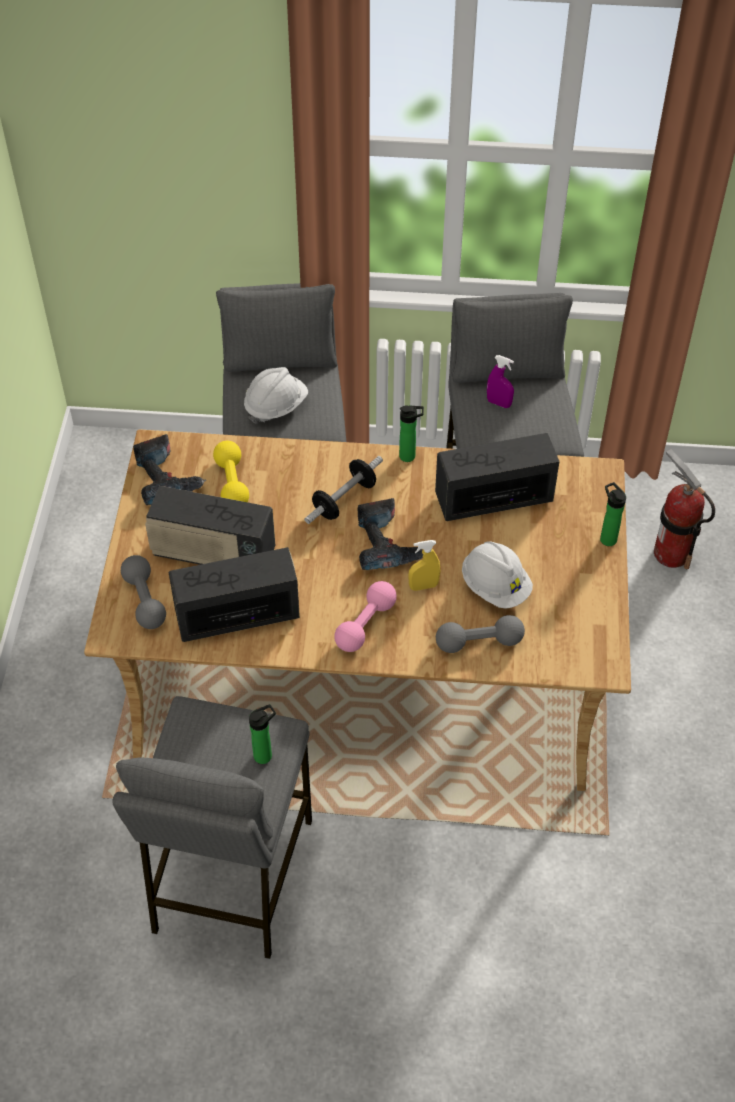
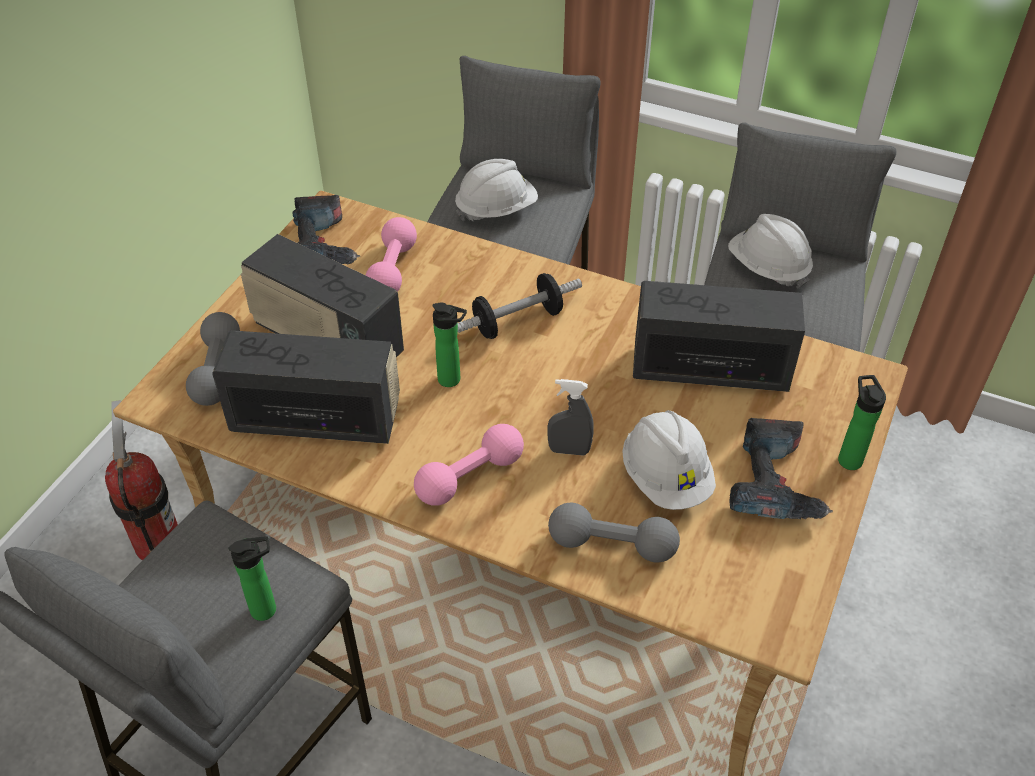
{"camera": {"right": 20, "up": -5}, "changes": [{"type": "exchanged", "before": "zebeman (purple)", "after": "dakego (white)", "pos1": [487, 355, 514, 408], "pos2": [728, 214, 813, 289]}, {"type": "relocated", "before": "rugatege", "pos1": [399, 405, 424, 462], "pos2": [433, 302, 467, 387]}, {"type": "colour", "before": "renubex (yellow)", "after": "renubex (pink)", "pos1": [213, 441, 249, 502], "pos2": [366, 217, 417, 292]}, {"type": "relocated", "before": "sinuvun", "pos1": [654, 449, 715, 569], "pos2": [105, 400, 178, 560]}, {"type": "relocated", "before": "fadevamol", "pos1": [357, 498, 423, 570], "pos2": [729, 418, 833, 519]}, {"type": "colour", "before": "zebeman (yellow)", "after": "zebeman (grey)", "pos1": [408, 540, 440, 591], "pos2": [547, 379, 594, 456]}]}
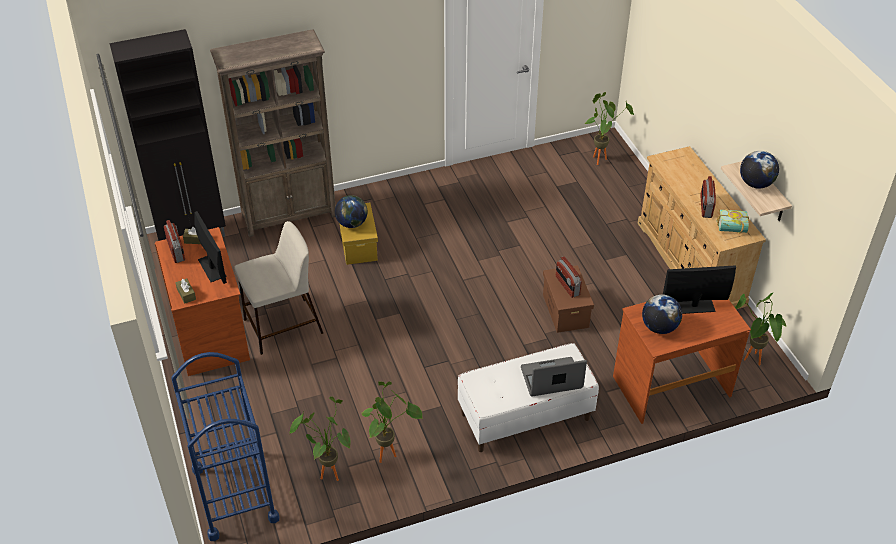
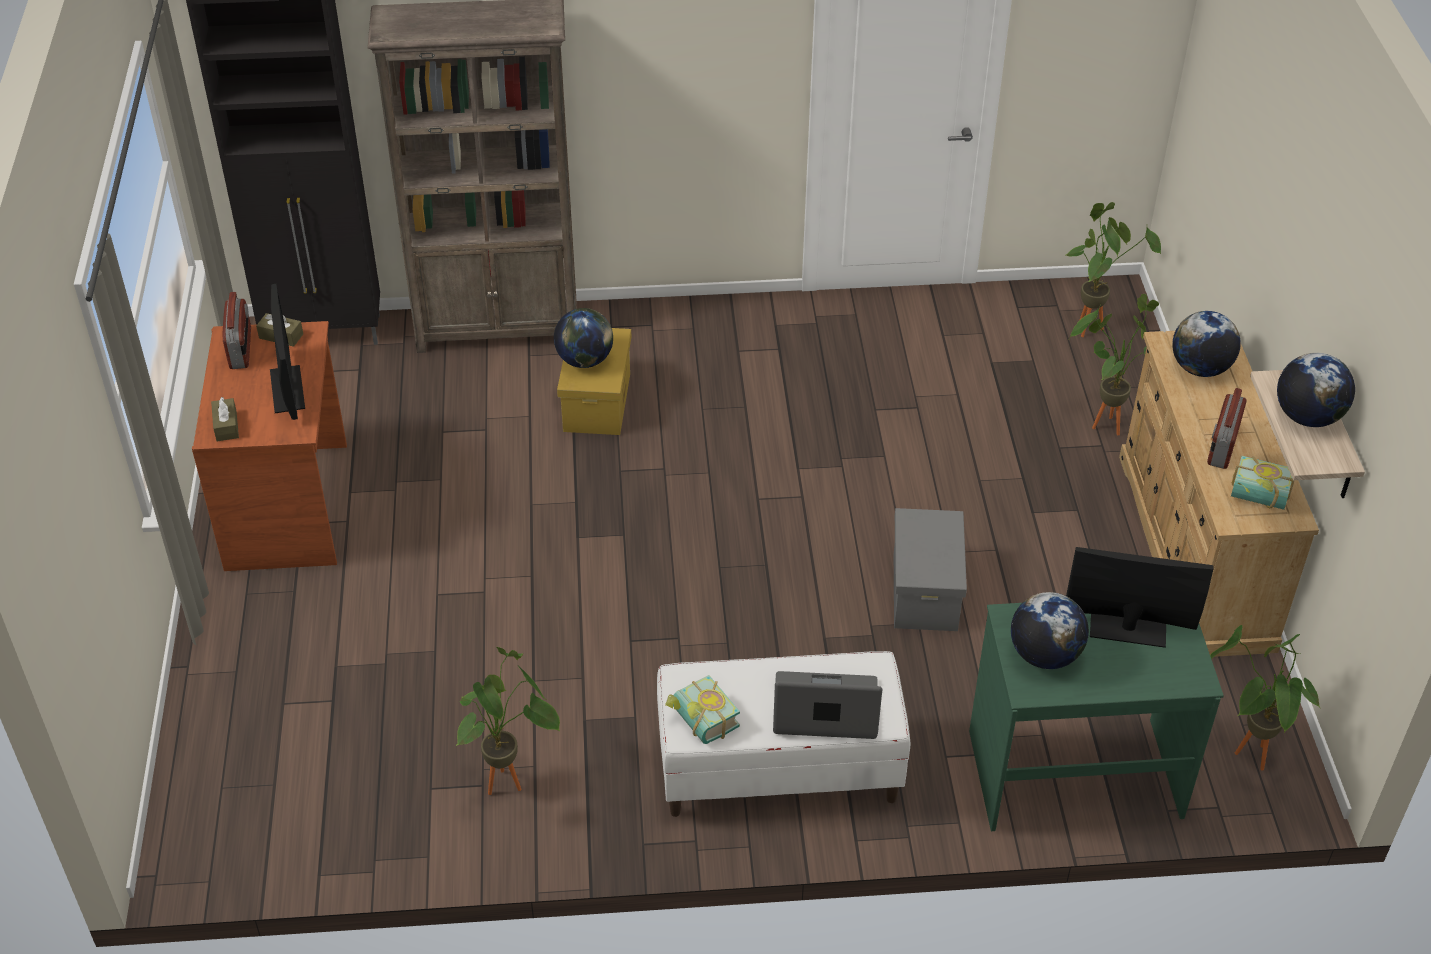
{"camera": {"right": 15, "up": 0}, "changes": [{"type": "missing", "before": "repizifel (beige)", "pos1": [235, 221, 323, 355]}, {"type": "missing", "before": "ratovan", "pos1": [556, 257, 582, 298]}, {"type": "colour", "before": "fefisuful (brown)", "after": "fefisuful (grey)", "pos1": [543, 265, 594, 333], "pos2": [894, 508, 967, 631]}, {"type": "colour", "before": "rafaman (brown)", "after": "rafaman (green)", "pos1": [613, 299, 751, 424], "pos2": [969, 603, 1224, 831]}, {"type": "missing", "before": "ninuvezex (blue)", "pos1": [171, 352, 280, 541]}, {"type": "relocated", "before": "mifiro", "pos1": [289, 397, 351, 481], "pos2": [1069, 294, 1159, 435]}, {"type": "appeared", "after": "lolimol", "pos2": [1172, 311, 1241, 377]}, {"type": "appeared", "after": "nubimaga", "pos2": [665, 675, 740, 744]}]}
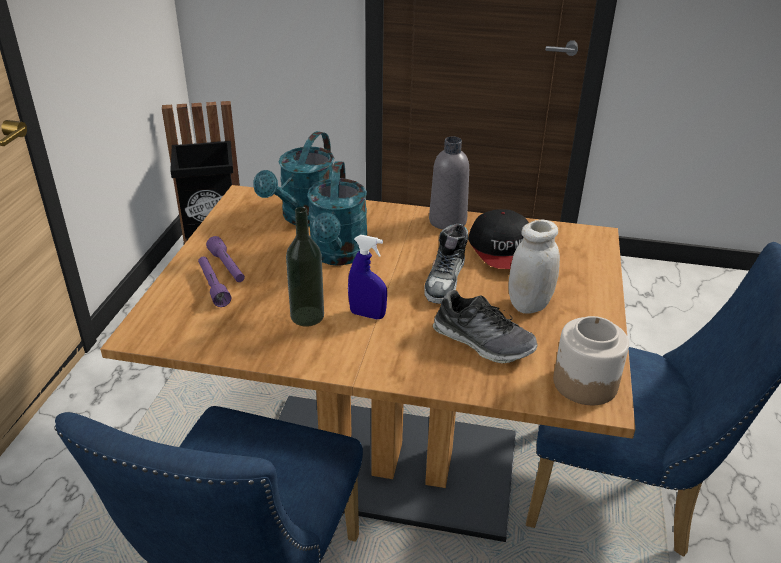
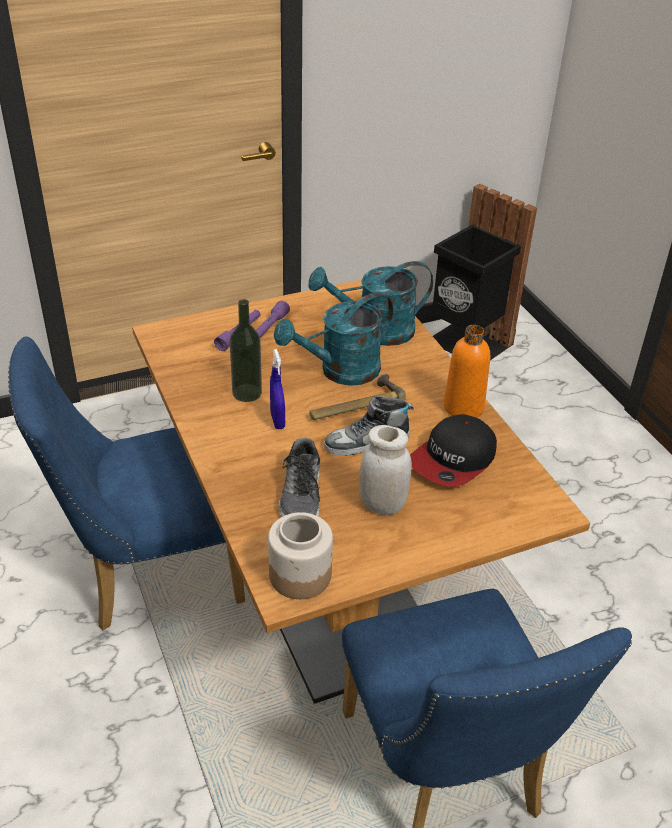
{"camera": {"right": 55, "up": 5}, "changes": [{"type": "colour", "before": "rugatege (grey)", "after": "rugatege (orange)", "pos1": [429, 137, 469, 230], "pos2": [444, 325, 490, 418]}, {"type": "appeared", "after": "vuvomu", "pos2": [309, 373, 406, 420]}]}
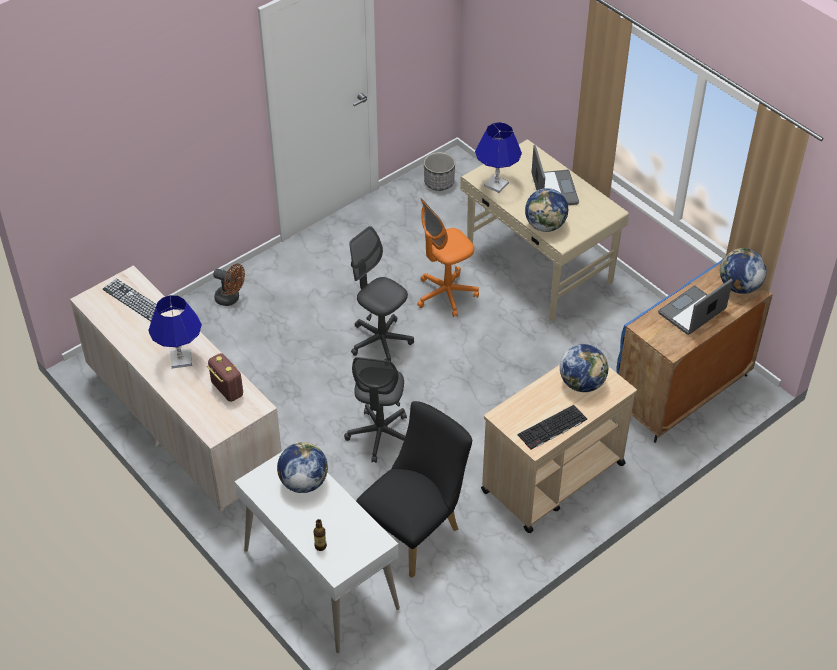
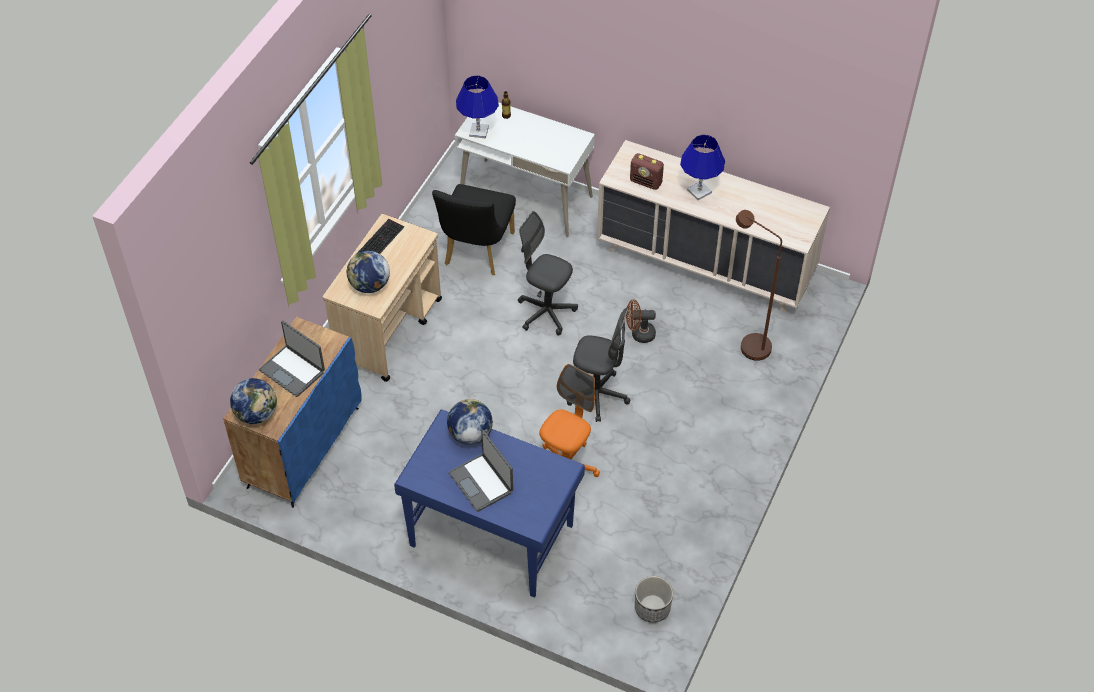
{"camera": {"right": 155, "up": 5}, "changes": [{"type": "relocated", "before": "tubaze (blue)", "pos1": [475, 122, 522, 193], "pos2": [456, 75, 499, 138]}, {"type": "colour", "before": "rafaman (beige)", "after": "rafaman (blue)", "pos1": [460, 139, 629, 322], "pos2": [394, 409, 585, 598]}, {"type": "relocated", "before": "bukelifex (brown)", "pos1": [213, 264, 245, 306], "pos2": [626, 299, 656, 343]}, {"type": "missing", "before": "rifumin", "pos1": [103, 278, 162, 321]}, {"type": "spun", "before": "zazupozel", "pos1": [658, 279, 733, 335], "pos2": [259, 320, 325, 397], "turn": 105}, {"type": "spun", "before": "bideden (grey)", "pos1": [344, 357, 407, 463], "pos2": [518, 211, 578, 335], "turn": -45}, {"type": "missing", "before": "lolimol", "pos1": [277, 442, 328, 493]}, {"type": "appeared", "after": "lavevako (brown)", "pos2": [736, 210, 782, 361]}]}
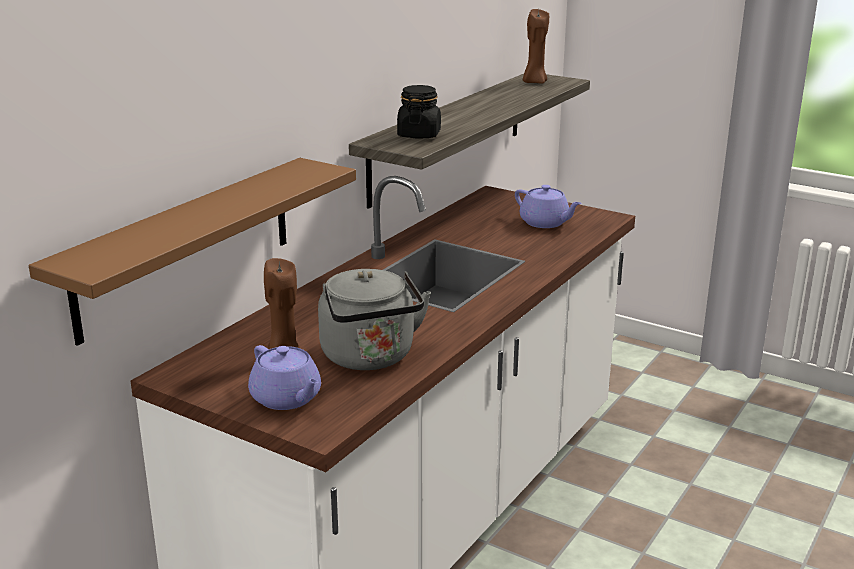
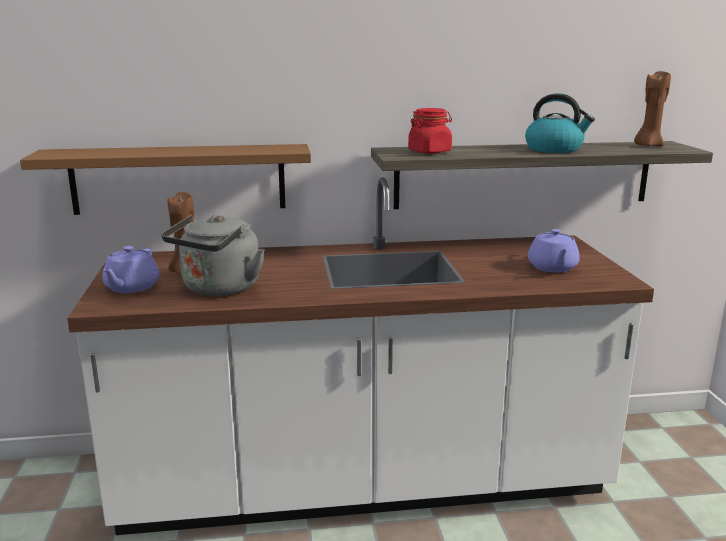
{"camera": {"right": 50, "up": -5}, "changes": [{"type": "colour", "before": "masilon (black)", "after": "masilon (red)", "pos1": [397, 85, 441, 139], "pos2": [408, 108, 452, 154]}, {"type": "appeared", "after": "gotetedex", "pos2": [525, 93, 595, 153]}]}
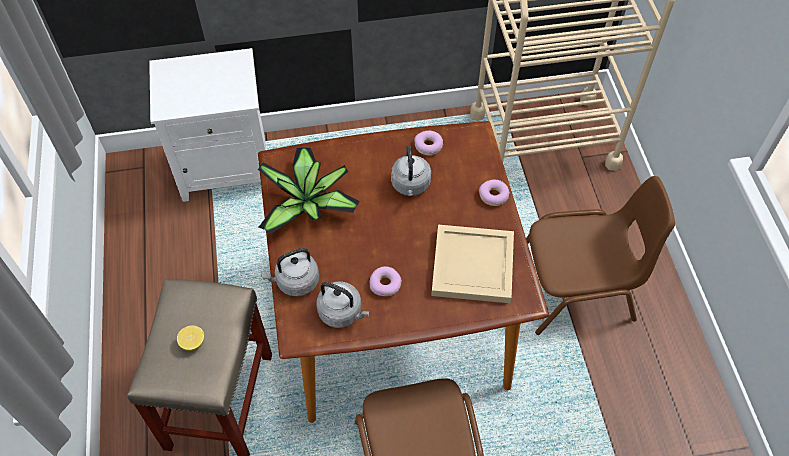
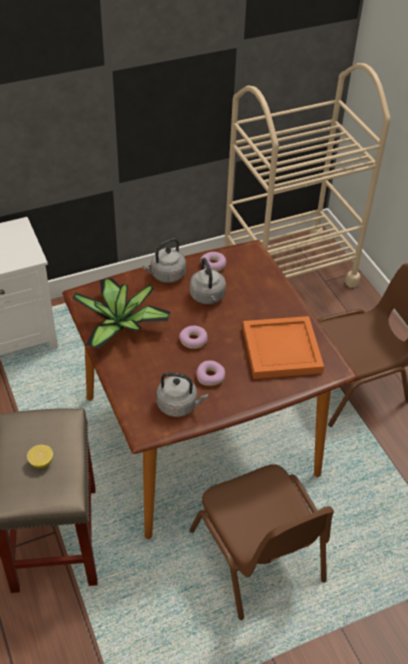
{"camera": {"right": -15, "up": -10}, "changes": [{"type": "relocated", "before": "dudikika", "pos1": [479, 180, 510, 206], "pos2": [179, 326, 208, 349]}, {"type": "colour", "before": "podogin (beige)", "after": "podogin (orange)", "pos1": [431, 225, 514, 303], "pos2": [242, 316, 324, 379]}, {"type": "relocated", "before": "gotetedex (grey)", "pos1": [261, 248, 319, 297], "pos2": [143, 238, 186, 283]}]}
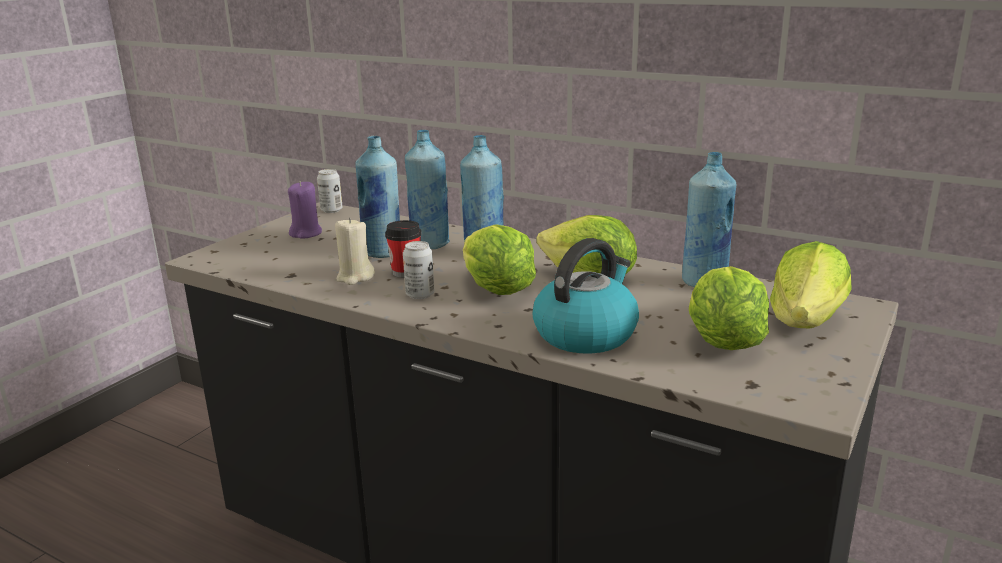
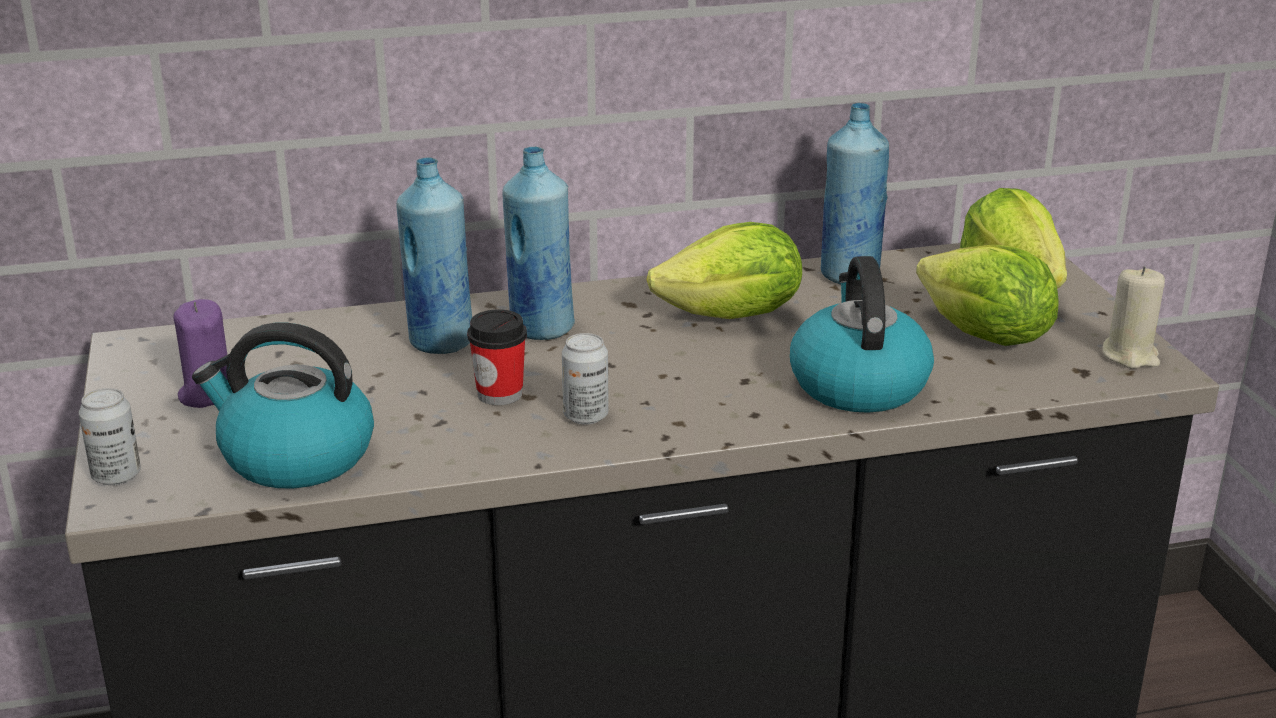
{"camera": {"right": -45, "up": 5}, "changes": [{"type": "missing", "before": "rugatege (blue)", "pos1": [355, 136, 400, 258]}, {"type": "relocated", "before": "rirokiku", "pos1": [317, 169, 342, 213], "pos2": [79, 388, 141, 486]}, {"type": "relocated", "before": "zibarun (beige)", "pos1": [335, 217, 375, 285], "pos2": [1102, 266, 1165, 369]}, {"type": "missing", "before": "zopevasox", "pos1": [463, 224, 536, 295]}, {"type": "appeared", "after": "gotetedex", "pos2": [192, 323, 374, 489]}]}
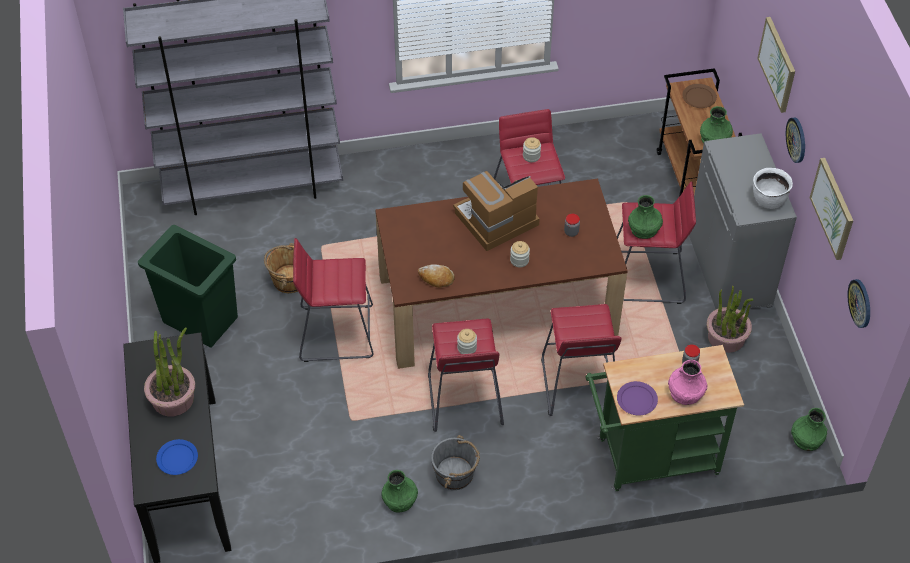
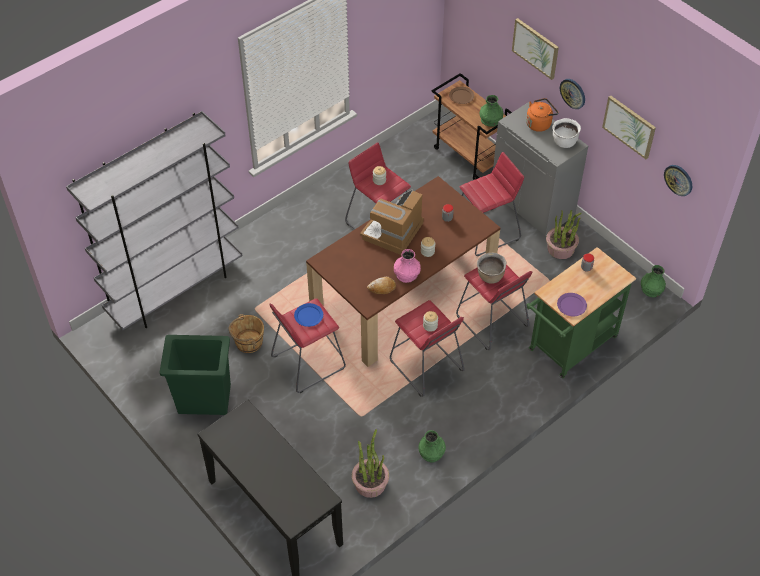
{"camera": {"right": -30, "up": 0}, "changes": [{"type": "missing", "before": "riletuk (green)", "pos1": [628, 195, 663, 239]}, {"type": "relocated", "before": "mifiro", "pos1": [144, 327, 195, 416], "pos2": [352, 429, 389, 498]}, {"type": "relocated", "before": "riletuk (pink)", "pos1": [668, 360, 707, 405], "pos2": [394, 249, 421, 283]}, {"type": "missing", "before": "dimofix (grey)", "pos1": [431, 435, 480, 490]}, {"type": "relocated", "before": "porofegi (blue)", "pos1": [156, 439, 198, 475], "pos2": [294, 303, 323, 327]}, {"type": "appeared", "after": "gotetedex (orange)", "pos2": [526, 98, 559, 132]}, {"type": "appeared", "after": "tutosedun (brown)", "pos2": [477, 253, 506, 284]}]}
